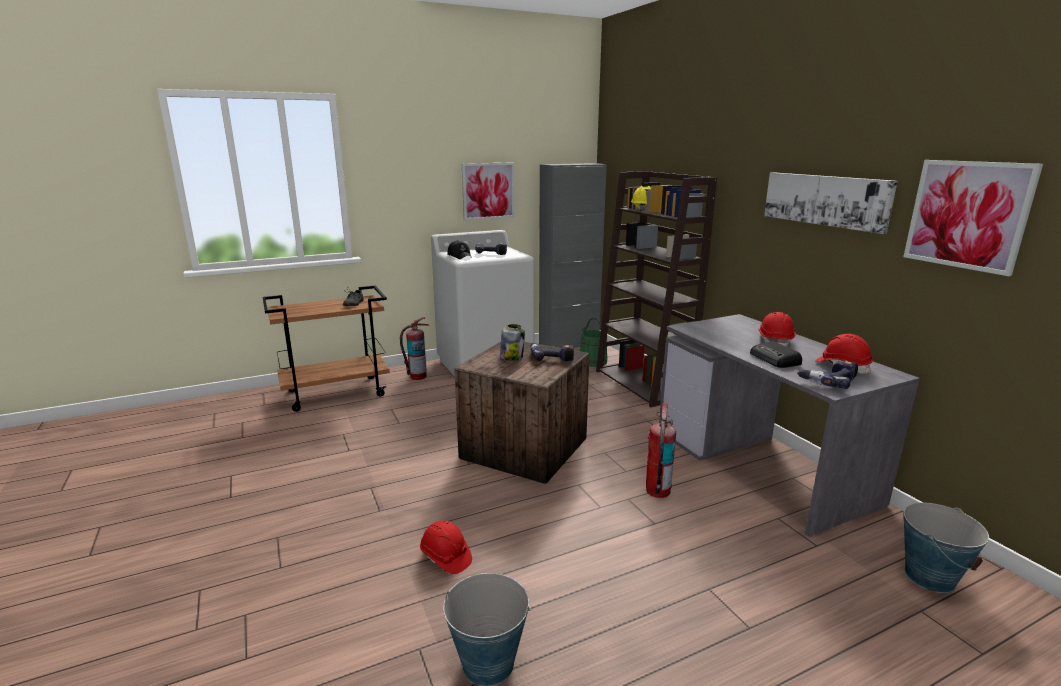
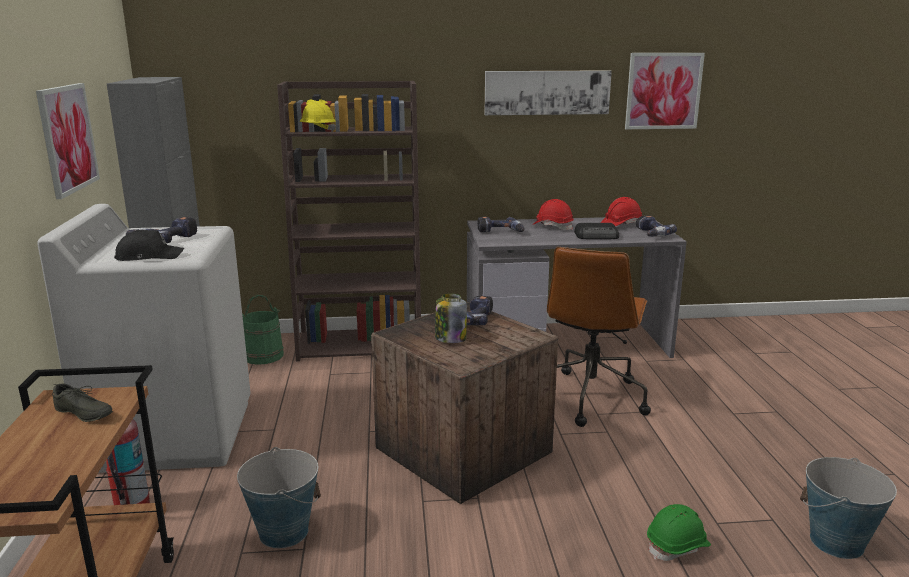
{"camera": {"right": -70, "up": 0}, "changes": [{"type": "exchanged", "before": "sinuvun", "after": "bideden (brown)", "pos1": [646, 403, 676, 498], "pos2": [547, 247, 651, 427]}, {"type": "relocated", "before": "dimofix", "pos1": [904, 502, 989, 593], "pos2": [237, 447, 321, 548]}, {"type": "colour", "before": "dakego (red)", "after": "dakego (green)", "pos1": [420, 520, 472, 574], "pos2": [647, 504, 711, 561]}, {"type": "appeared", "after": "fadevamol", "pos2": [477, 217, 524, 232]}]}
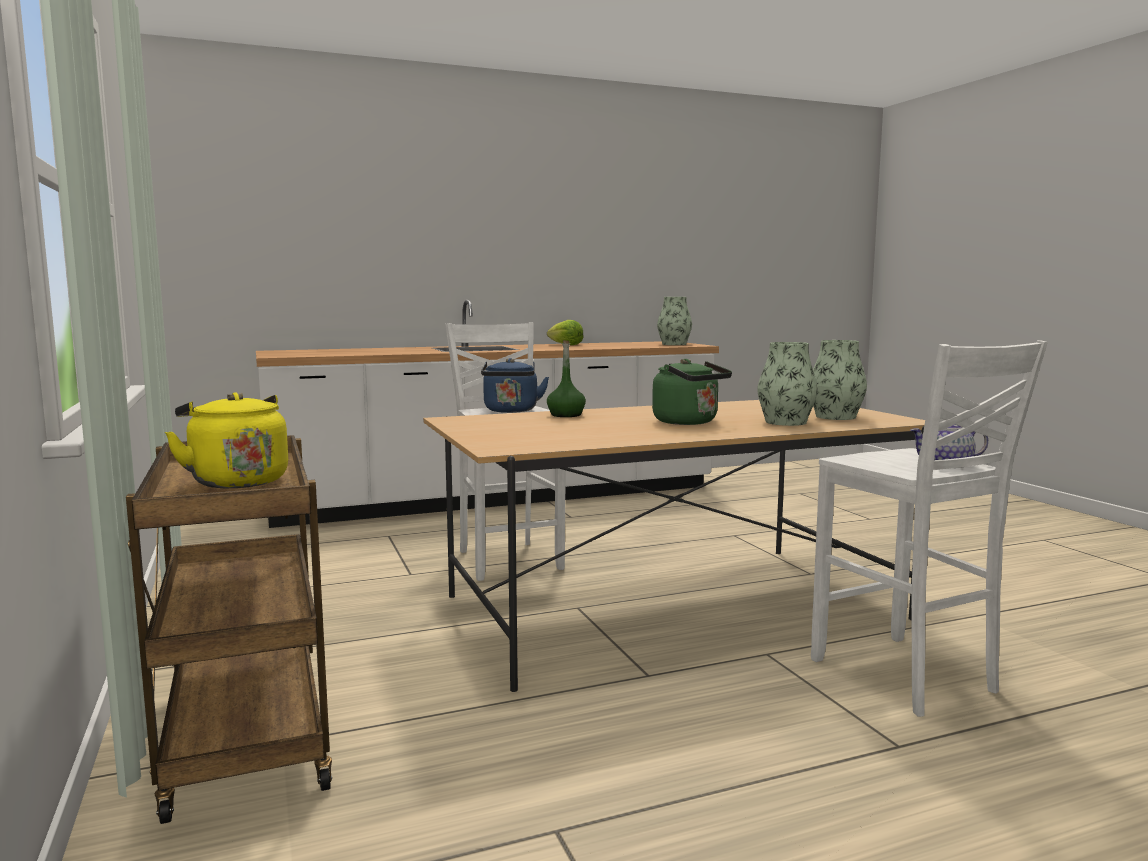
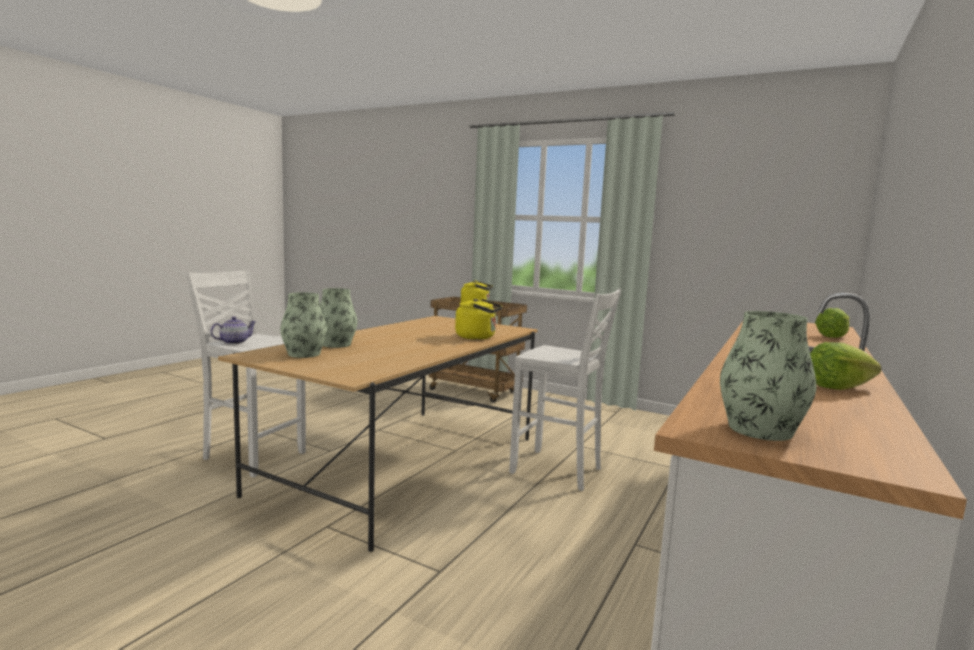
{"camera": {"right": 140, "up": 0}, "changes": [{"type": "exchanged", "before": "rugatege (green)", "after": "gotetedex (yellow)", "pos1": [547, 340, 586, 417], "pos2": [455, 298, 502, 340]}, {"type": "missing", "before": "gotetedex (blue)", "pos1": [481, 358, 549, 413]}, {"type": "missing", "before": "gotetedex (green)", "pos1": [652, 359, 732, 425]}, {"type": "appeared", "after": "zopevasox", "pos2": [815, 308, 849, 338]}]}
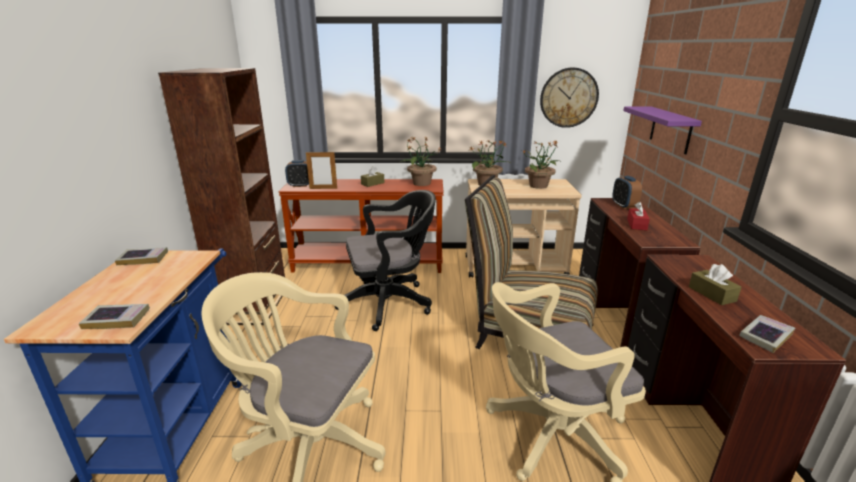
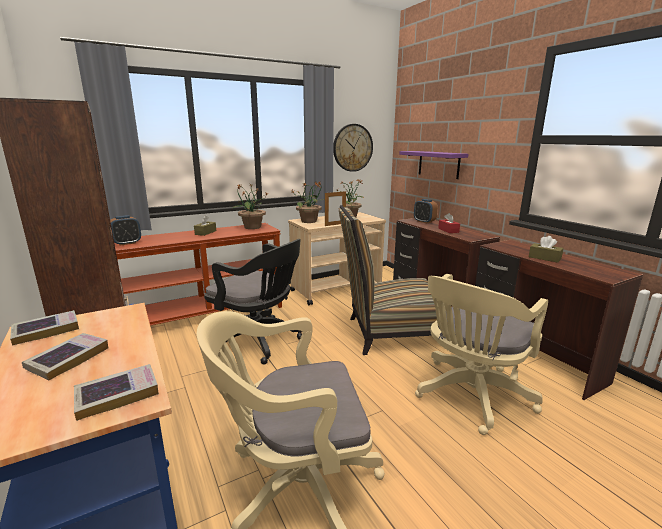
{"camera": {"right": -30, "up": -5}, "changes": [{"type": "relocated", "before": "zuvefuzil", "pos1": [306, 152, 337, 189], "pos2": [325, 191, 346, 226]}, {"type": "spun", "before": "bideden (black)", "pos1": [335, 190, 436, 331], "pos2": [204, 239, 302, 364], "turn": 75}, {"type": "relocated", "before": "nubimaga", "pos1": [739, 315, 795, 353], "pos2": [22, 333, 108, 381]}]}
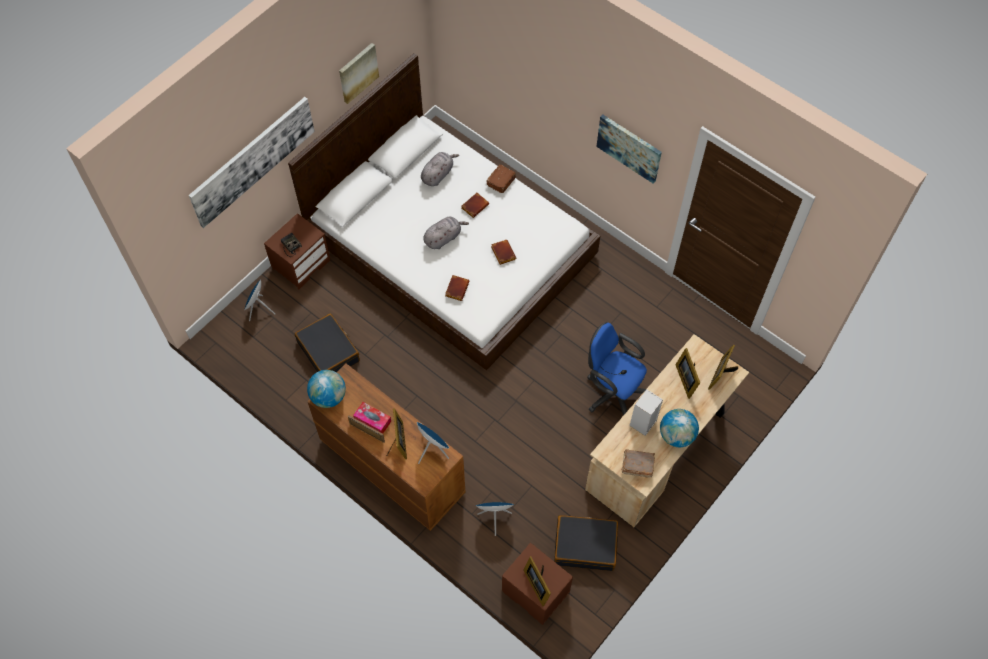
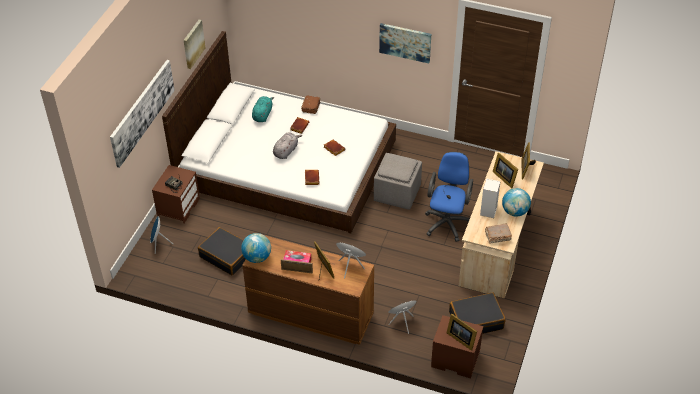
{"camera": {"right": -20, "up": -15}, "changes": [{"type": "colour", "before": "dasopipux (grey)", "after": "dasopipux (turquoise)", "pos1": [421, 152, 459, 186], "pos2": [252, 96, 274, 122]}, {"type": "spun", "before": "bideden (blue)", "pos1": [587, 322, 647, 416], "pos2": [425, 152, 473, 242], "turn": 90}, {"type": "appeared", "after": "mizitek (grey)", "pos2": [374, 153, 422, 210]}]}
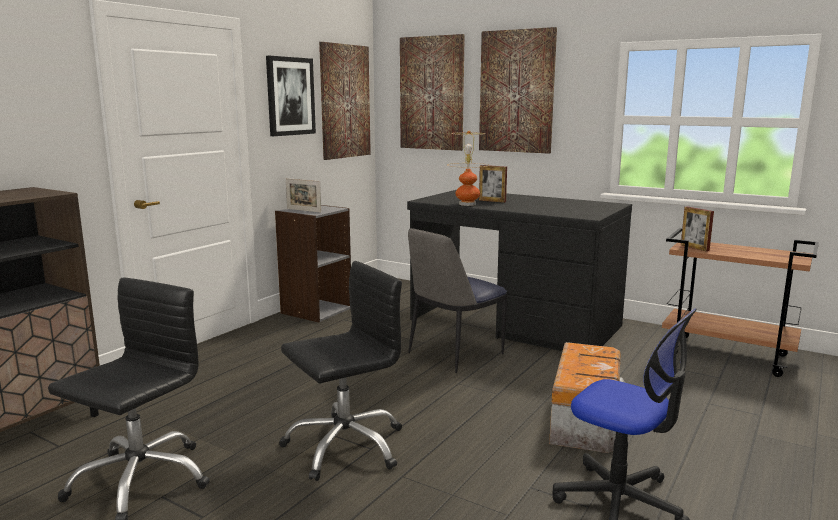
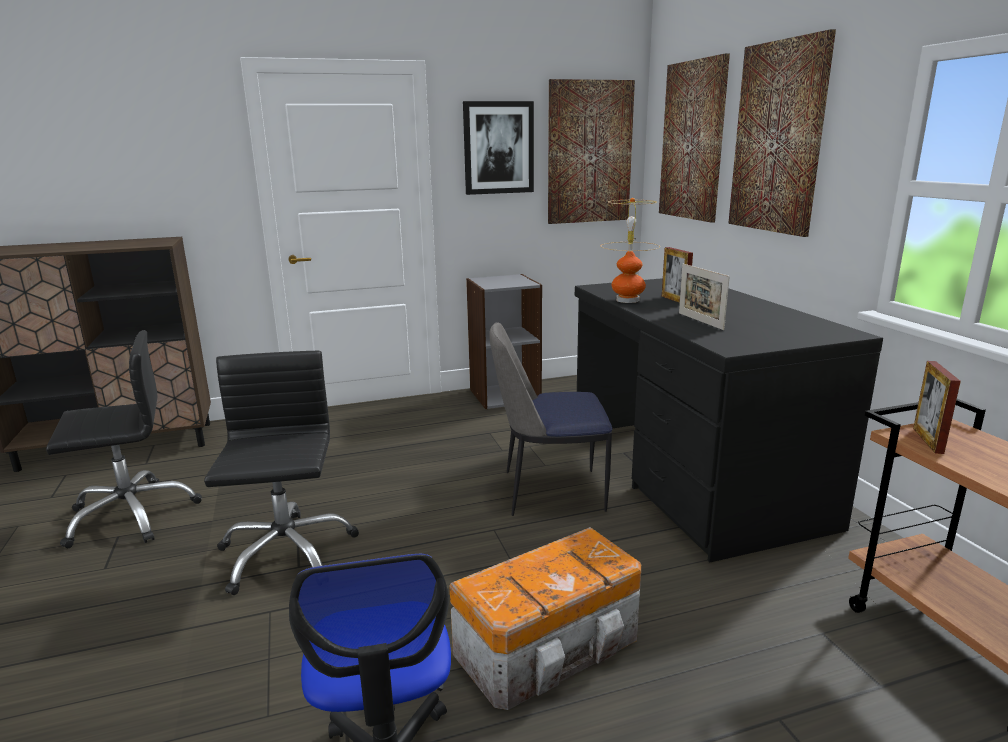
{"camera": {"right": 40, "up": 5}, "changes": [{"type": "relocated", "before": "zuvefuzil", "pos1": [286, 178, 321, 213], "pos2": [679, 264, 730, 330]}, {"type": "spun", "before": "bideden (black)", "pos1": [279, 261, 402, 481], "pos2": [204, 351, 359, 595], "turn": -105}]}
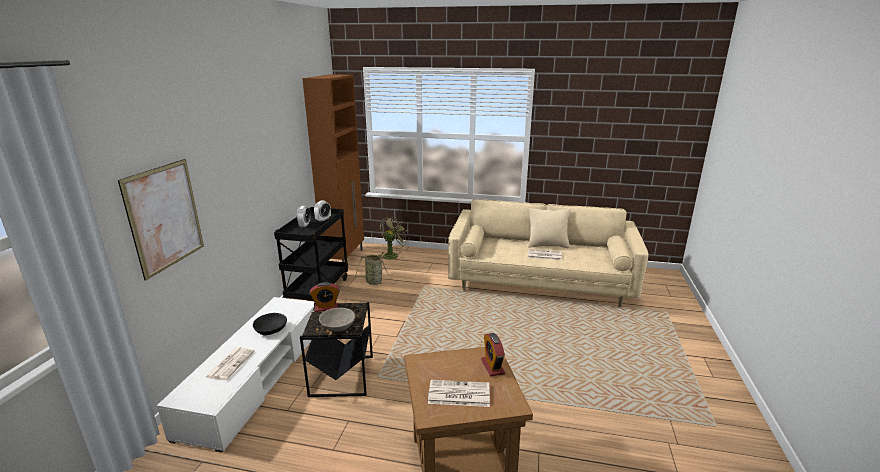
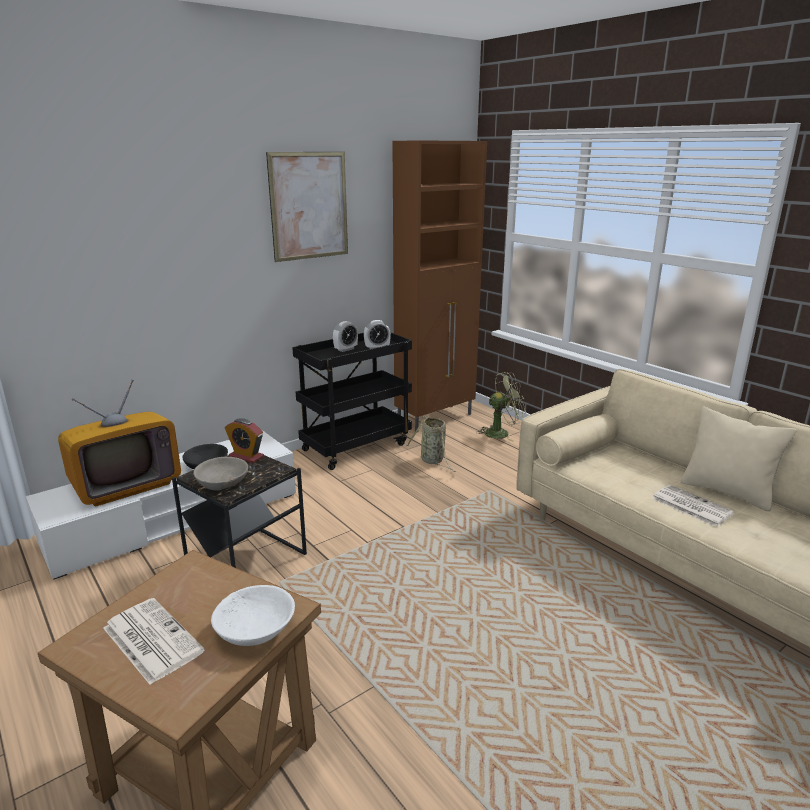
{"camera": {"right": 40, "up": 0}, "changes": [{"type": "relocated", "before": "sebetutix", "pos1": [118, 159, 204, 281], "pos2": [266, 152, 348, 262]}, {"type": "exchanged", "before": "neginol", "after": "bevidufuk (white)", "pos1": [481, 333, 505, 376], "pos2": [211, 585, 295, 646]}, {"type": "exchanged", "before": "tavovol", "after": "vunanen", "pos1": [206, 347, 255, 380], "pos2": [58, 379, 181, 506]}]}
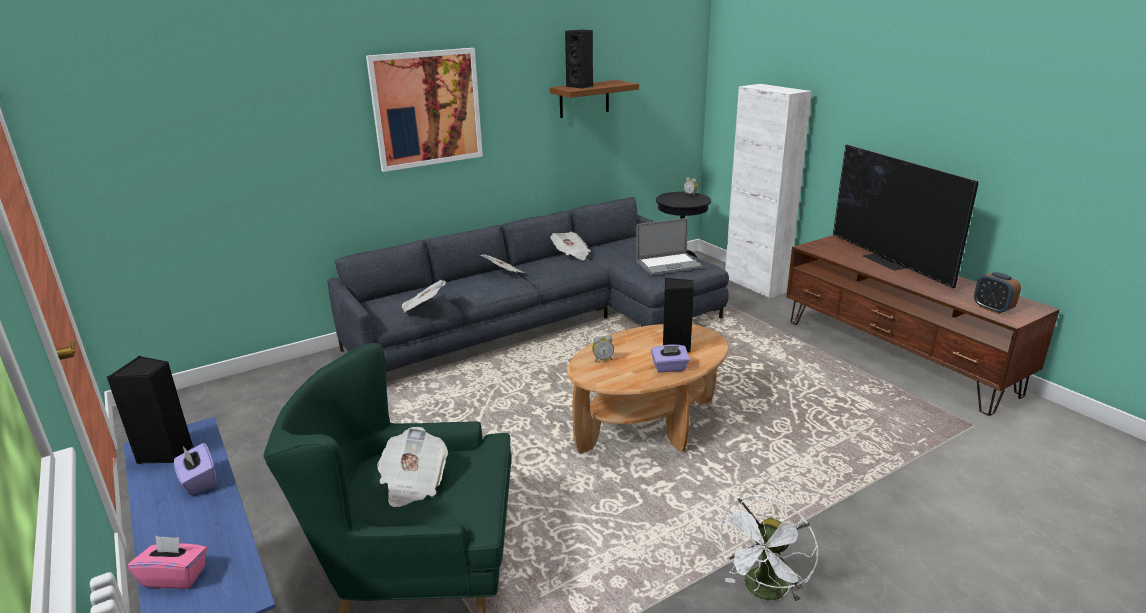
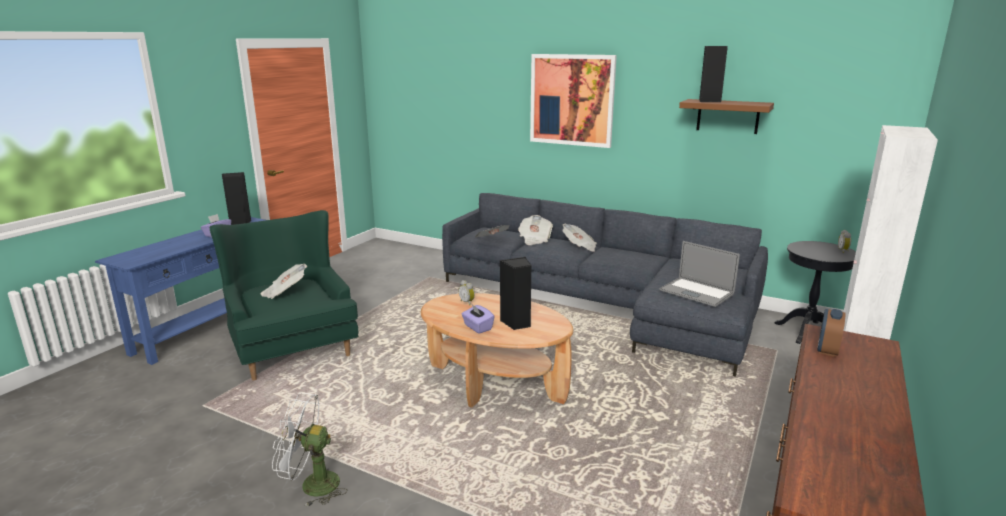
{"camera": {"right": 60, "up": -5}, "changes": [{"type": "missing", "before": "vunanen", "pos1": [833, 144, 978, 288]}, {"type": "relocated", "before": "tavovol", "pos1": [550, 232, 591, 260], "pos2": [518, 215, 553, 245]}, {"type": "relocated", "before": "neginol", "pos1": [974, 272, 1021, 314], "pos2": [817, 309, 846, 357]}, {"type": "missing", "before": "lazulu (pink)", "pos1": [128, 535, 207, 589]}]}
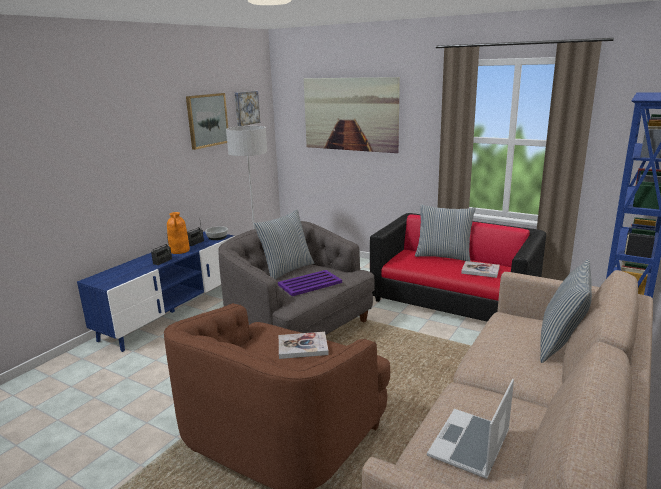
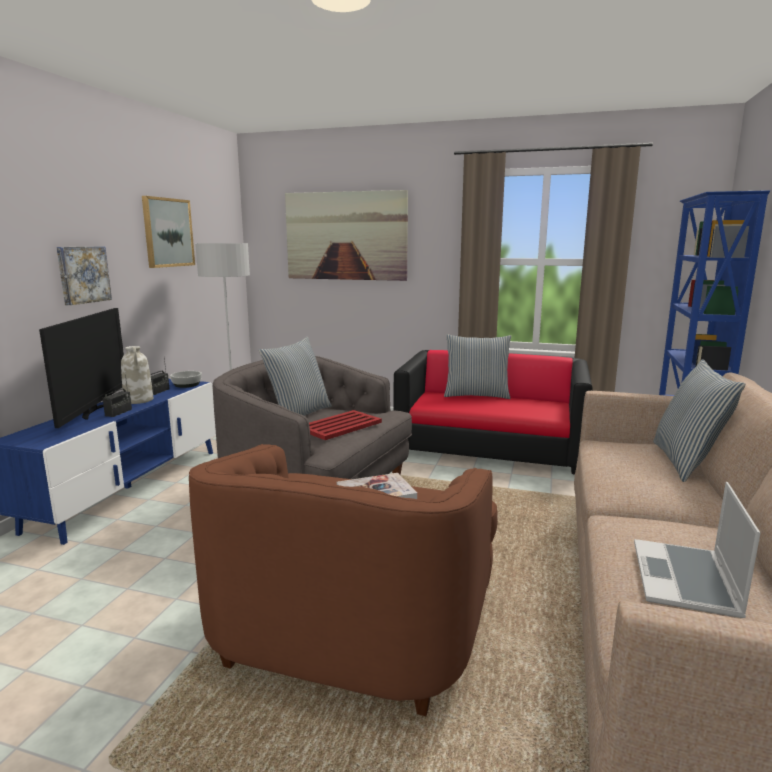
{"camera": {"right": -15, "up": -5}, "changes": [{"type": "relocated", "before": "sebetutix", "pos1": [235, 91, 260, 126], "pos2": [57, 246, 112, 305]}, {"type": "colour", "before": "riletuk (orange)", "after": "riletuk (white)", "pos1": [167, 212, 190, 254], "pos2": [121, 346, 154, 404]}, {"type": "missing", "before": "nubimaga", "pos1": [461, 261, 500, 278]}, {"type": "colour", "before": "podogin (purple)", "after": "podogin (red)", "pos1": [278, 270, 342, 296], "pos2": [309, 410, 382, 440]}, {"type": "appeared", "after": "vunanen", "pos2": [39, 308, 124, 428]}]}
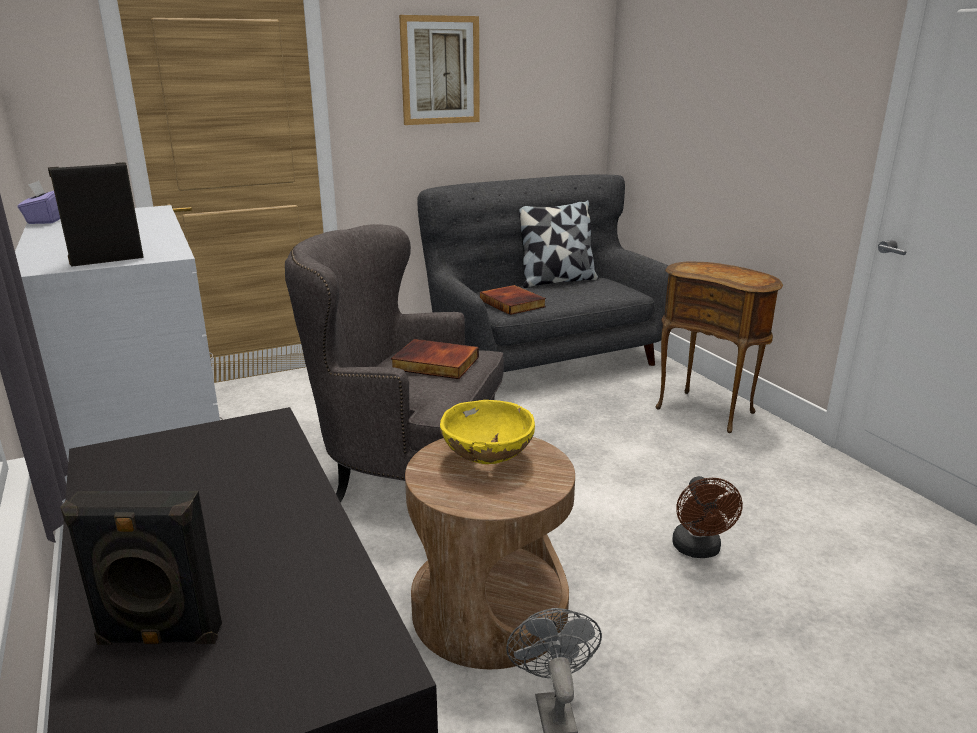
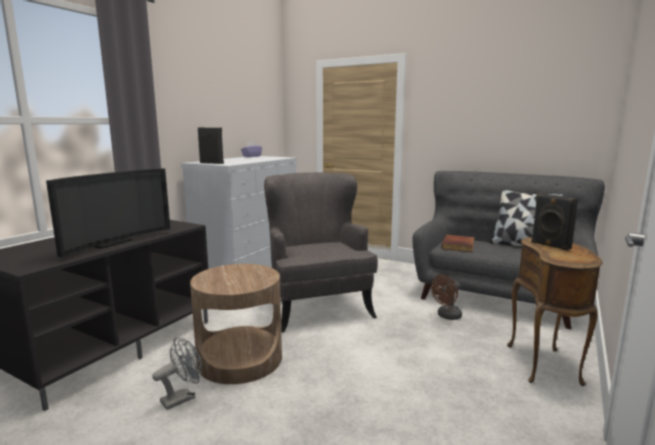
{"camera": {"right": 55, "up": -10}, "changes": [{"type": "missing", "before": "sebetutix", "pos1": [399, 15, 480, 125]}, {"type": "missing", "before": "nubimaga", "pos1": [391, 339, 479, 379]}, {"type": "missing", "before": "bevidufuk (yellow)", "pos1": [440, 400, 535, 464]}, {"type": "relocated", "before": "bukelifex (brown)", "pos1": [672, 476, 743, 558], "pos2": [431, 275, 462, 320]}, {"type": "relocated", "before": "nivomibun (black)", "pos1": [60, 491, 222, 645], "pos2": [531, 193, 578, 251]}, {"type": "appeared", "after": "vunanen", "pos2": [46, 168, 170, 257]}]}
